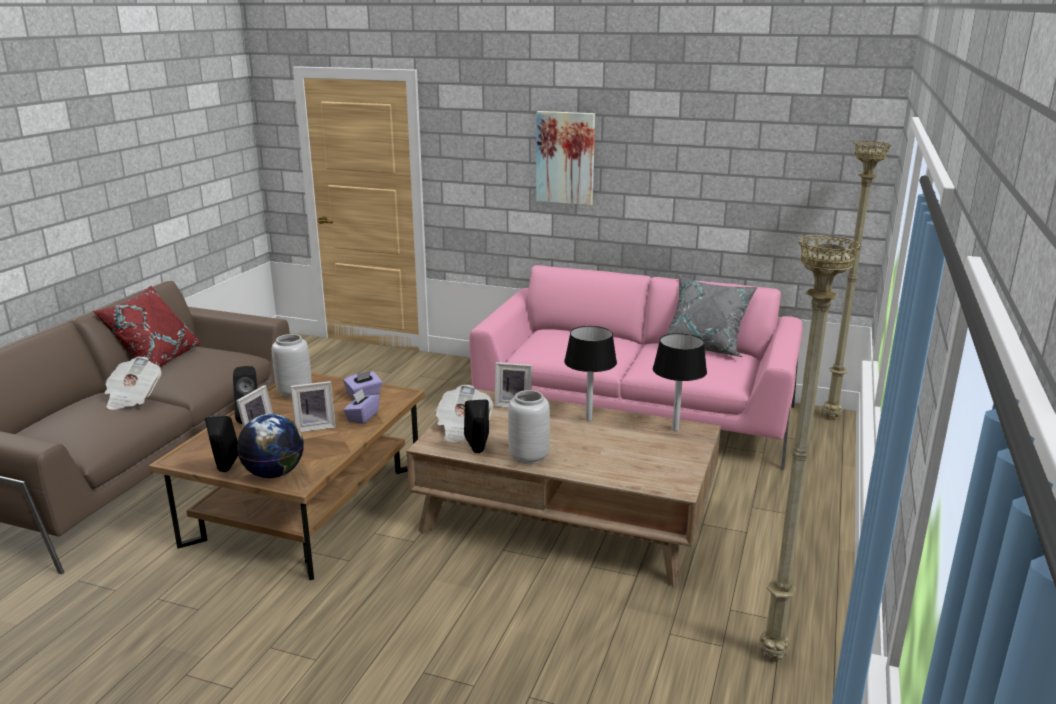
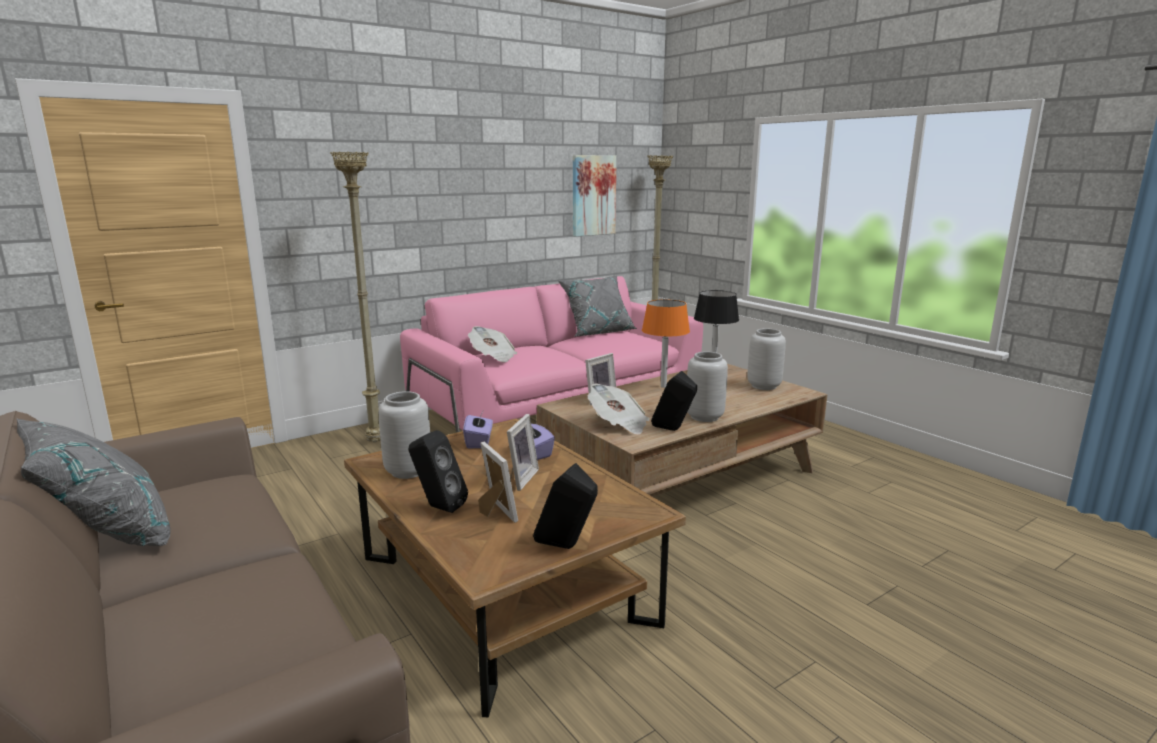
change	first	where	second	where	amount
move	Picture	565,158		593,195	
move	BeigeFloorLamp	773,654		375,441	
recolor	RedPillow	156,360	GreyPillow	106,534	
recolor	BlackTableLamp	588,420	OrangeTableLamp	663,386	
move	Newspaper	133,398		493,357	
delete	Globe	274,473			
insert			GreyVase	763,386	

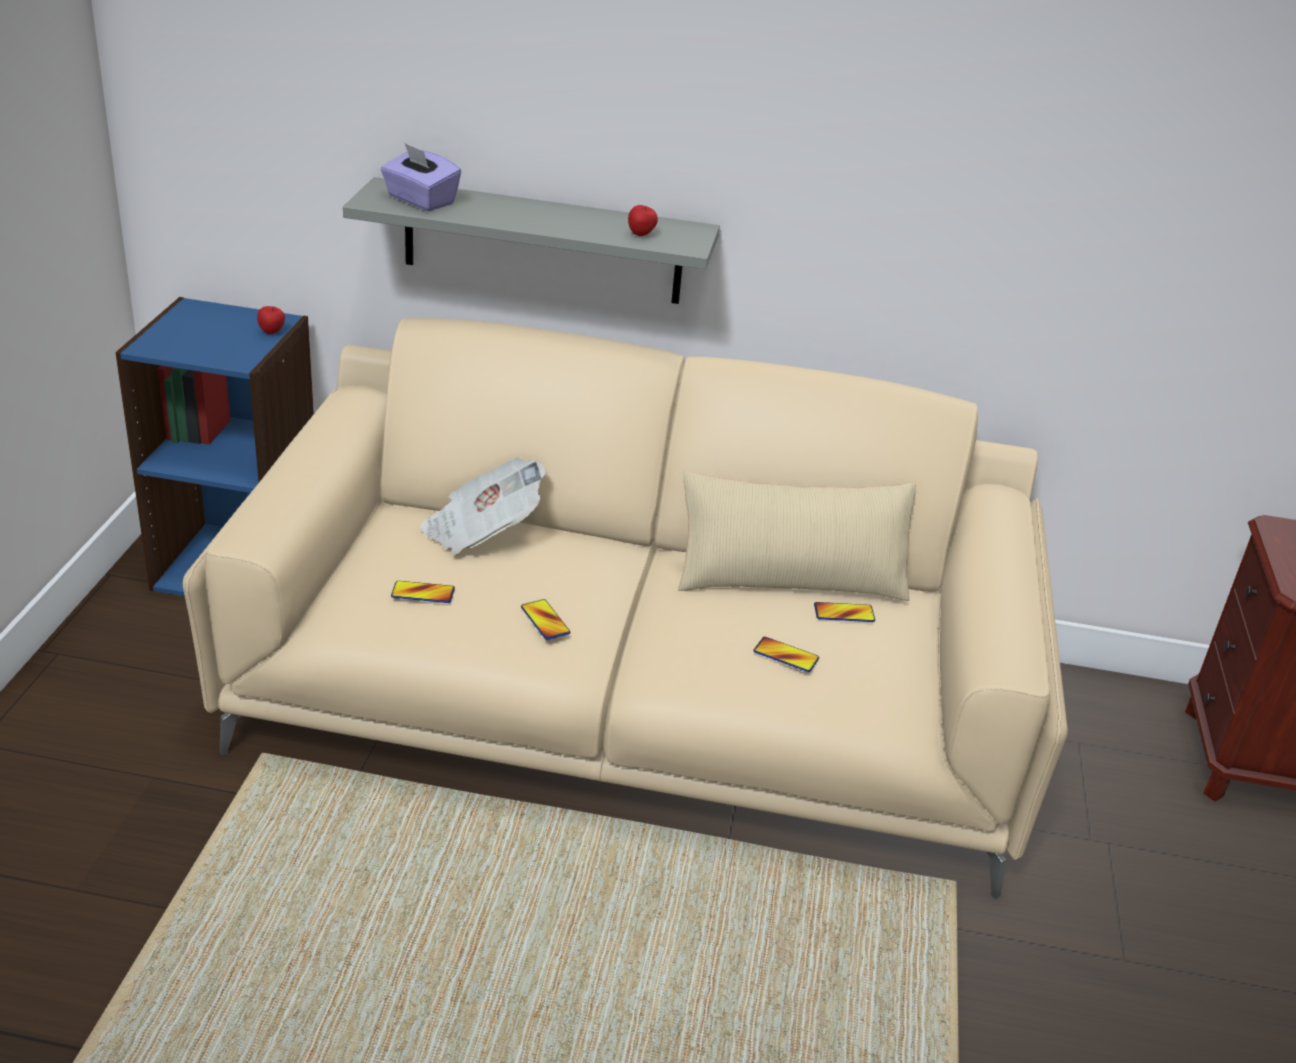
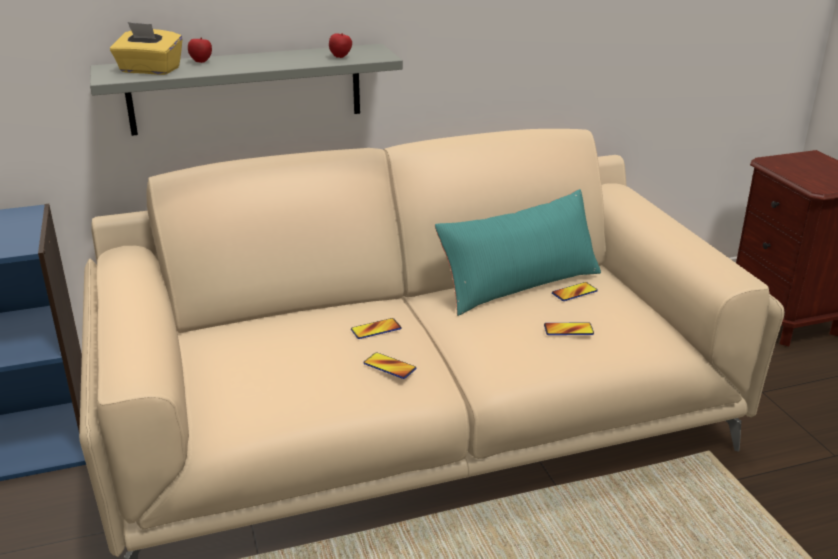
change	first	where	second	where	amount
recolor	PurpleTissueBox	420,201	YellowTissueBox	149,70	
move	Apple	272,332		201,62	
delete	Newspaper	481,531			
recolor	BeigePillow	790,580	TurquoisePillow	519,285	
move	Phone	423,593		376,329	

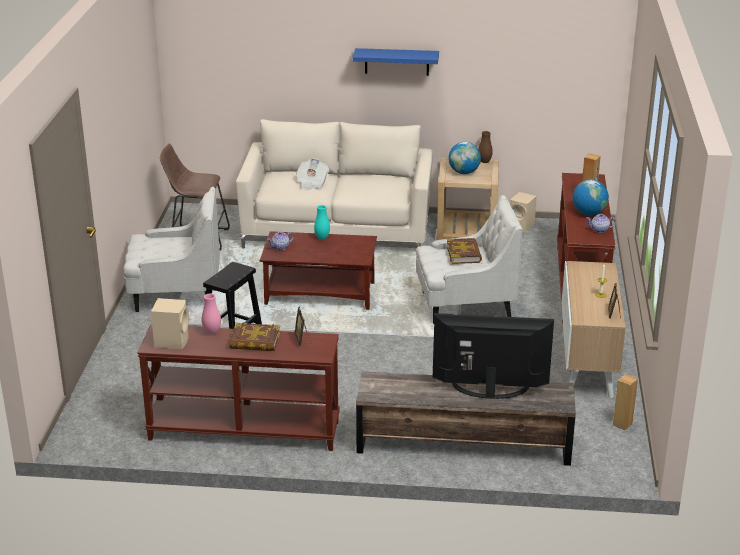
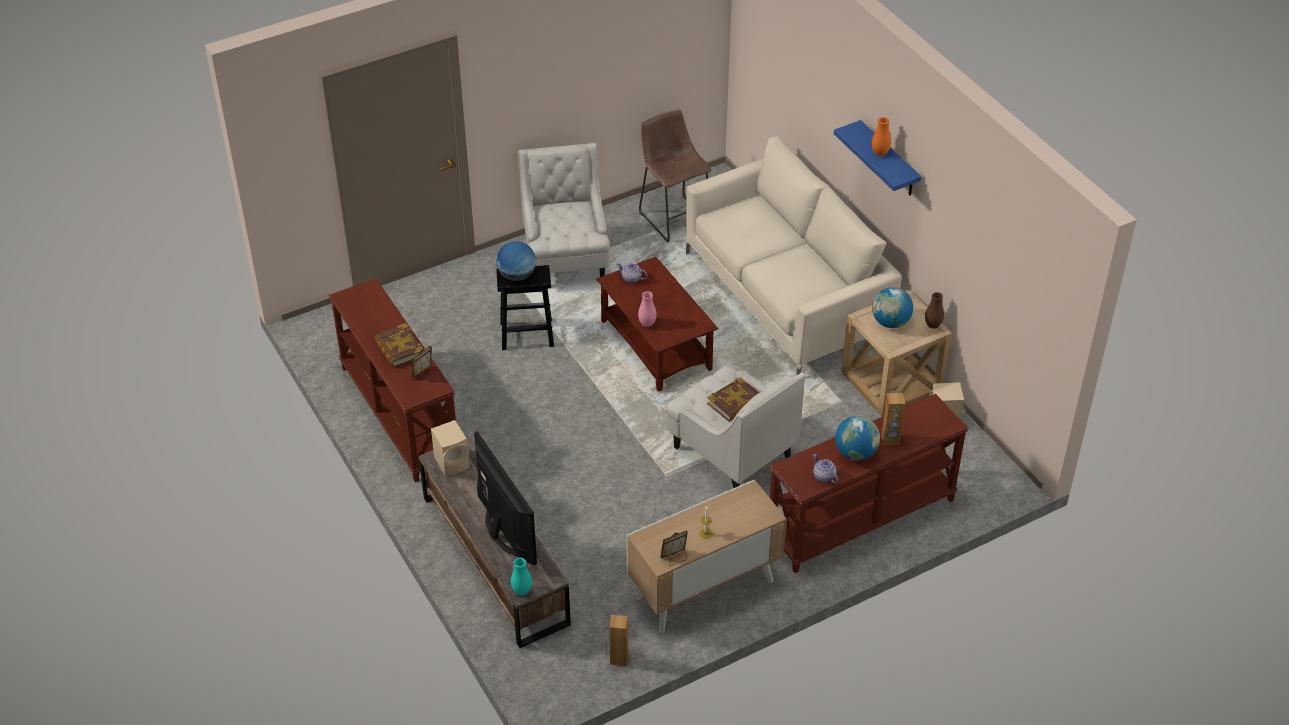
change	first	where	second	where	amount
delete	Newspaper	312,183			
rotate	WhiteArmchair	175,294		566,259	150 degrees counterclockwise
move	TurquoiseVase	322,238		522,591	
move	PinkVase	212,332		647,324	
move	BeigeSpeaker	172,341		453,463	
insert			OrangeVase	880,153	
insert			Globe	517,276	

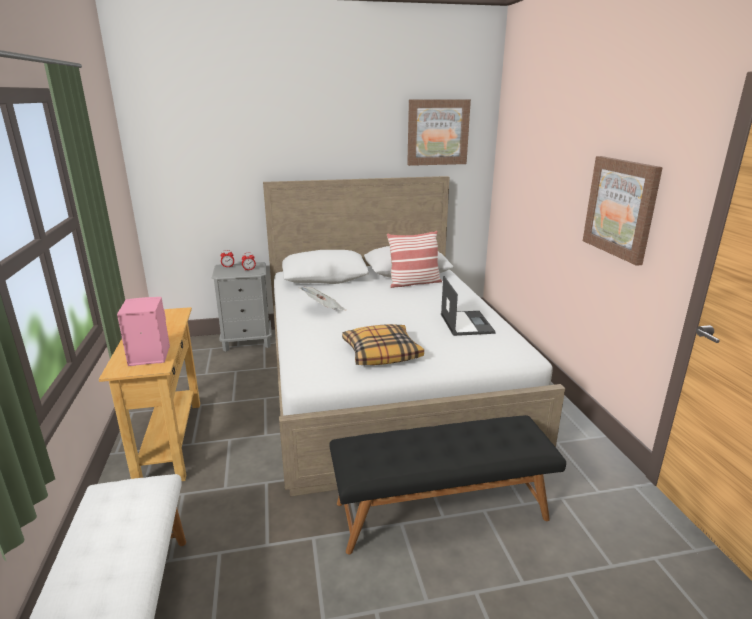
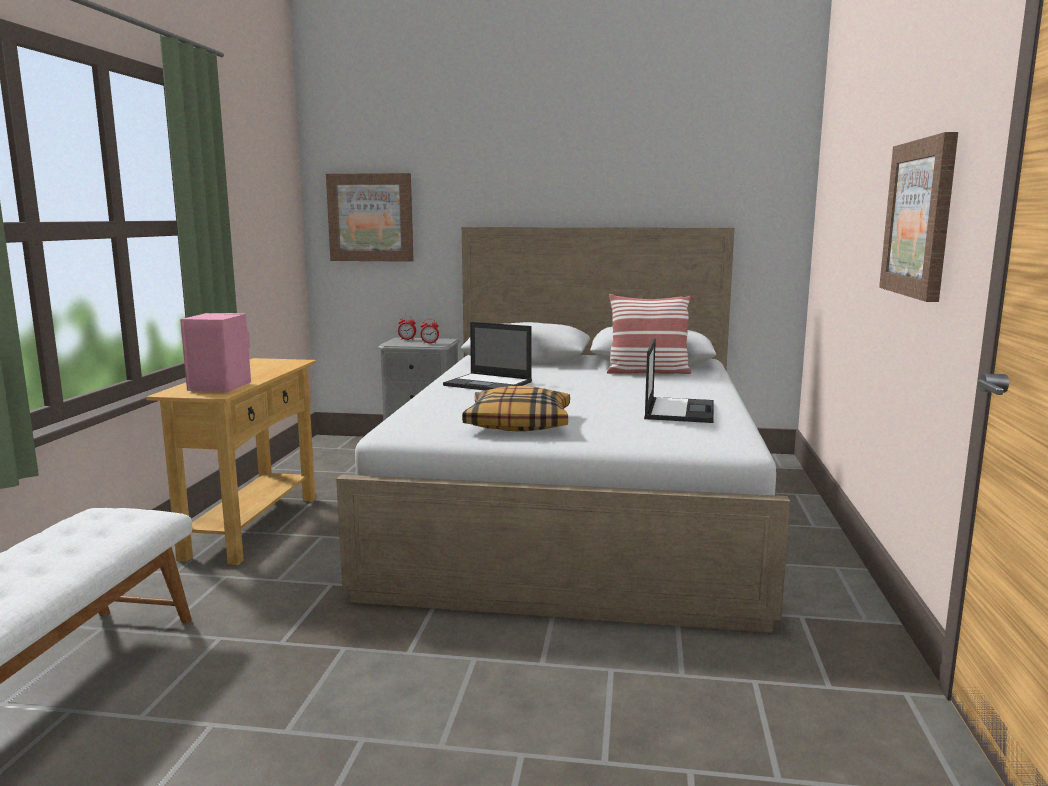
change	first	where	second	where	amount
move	Picture	437,132		371,217	
replace	Newspaper	323,310	Laptop	489,384	
delete	BlackBench	440,510			

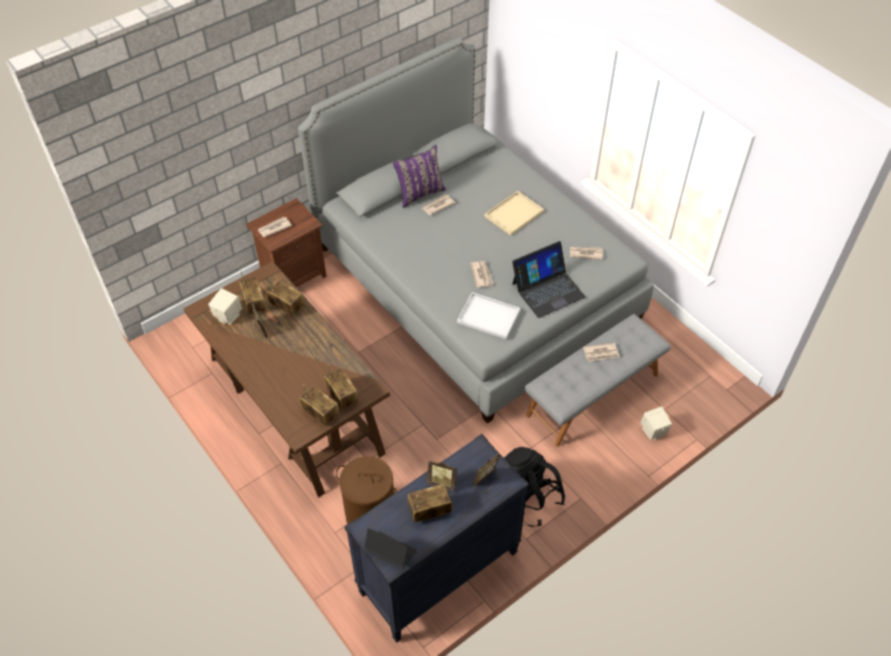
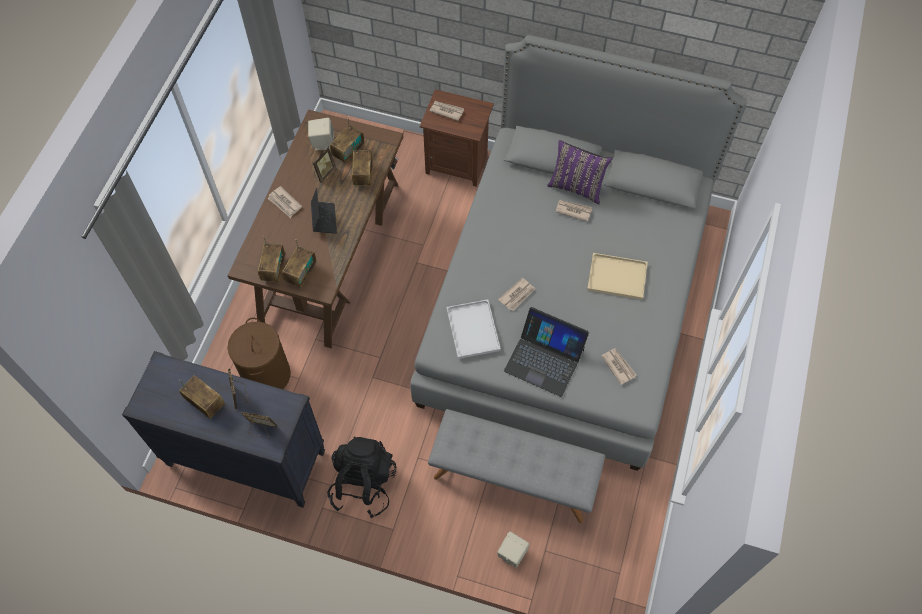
change	first	where	second	where	amount
move	Newspaper	601,353		285,203	
move	Laptop	390,552		324,219	

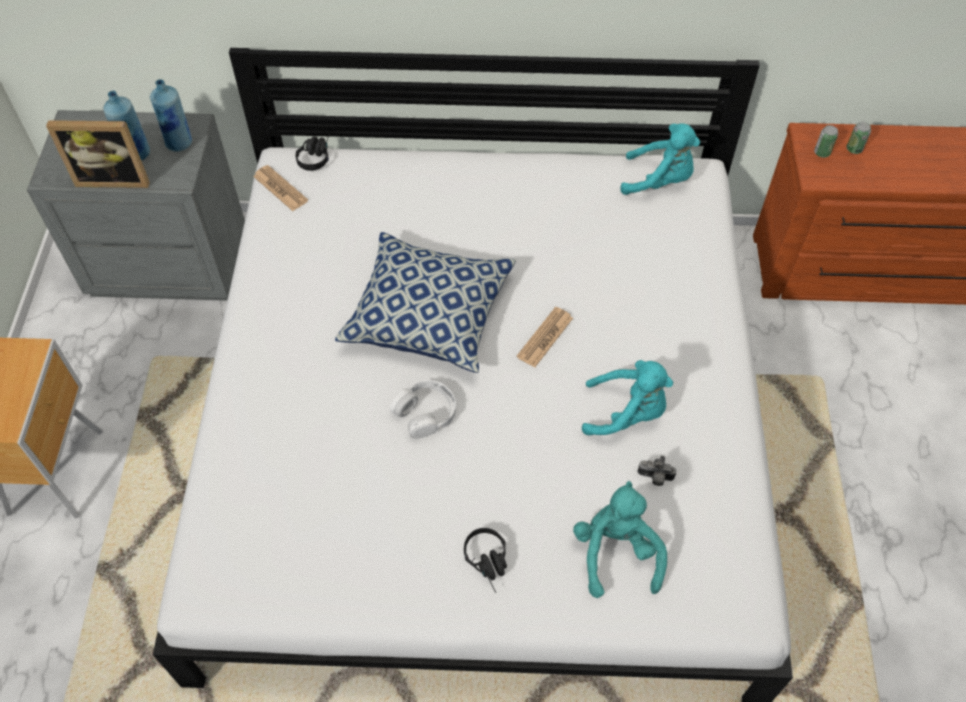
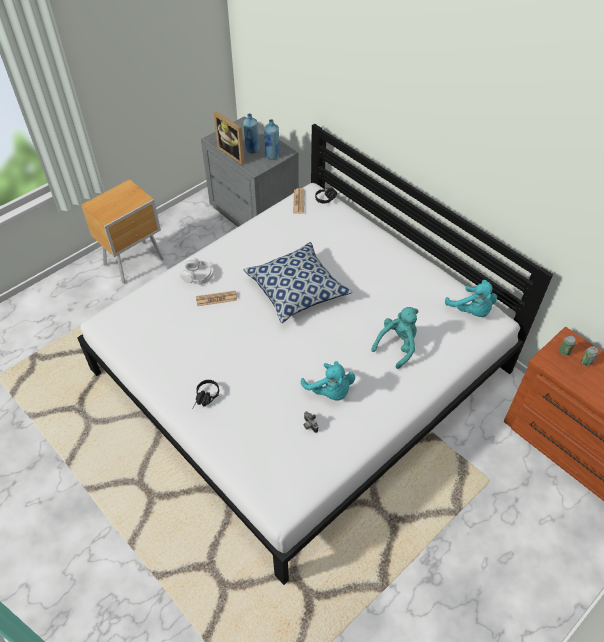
change	first	where	second	where	amount
move	Newspaper	545,337		216,299	
move	WhiteHeadphones	425,413		198,275	
move	TurquoisePlushToy	616,553		397,346	

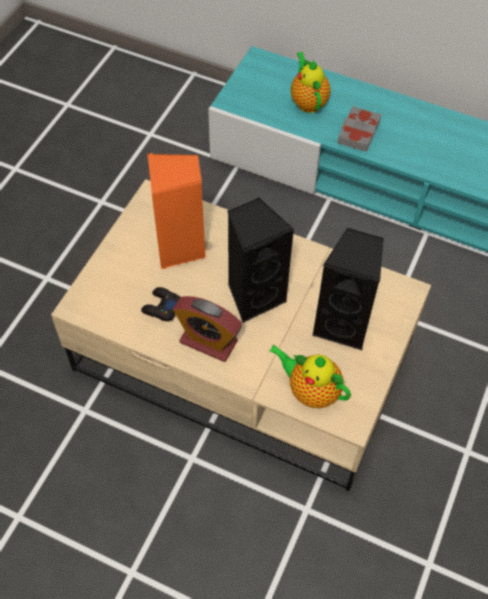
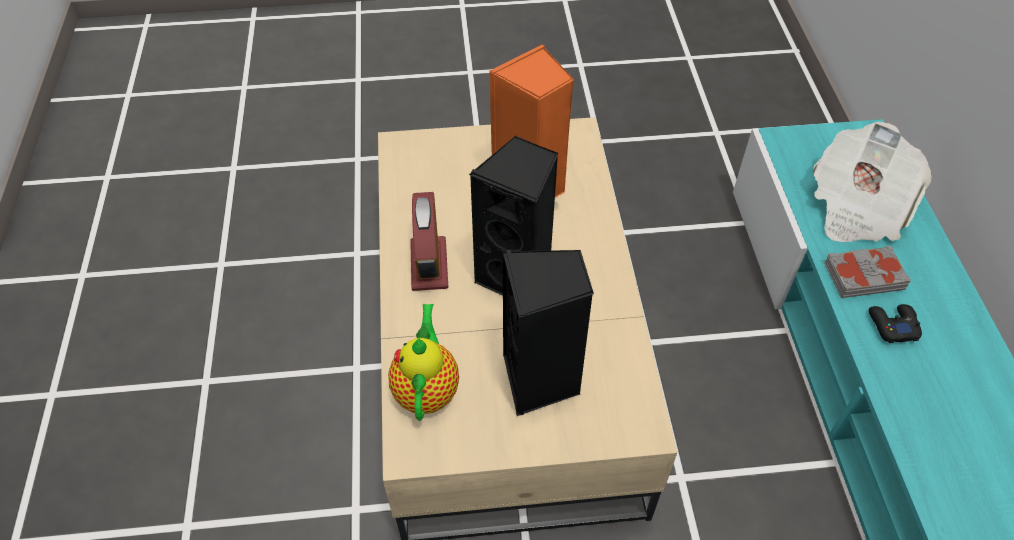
change	first	where	second	where	amount
replace	Teapot	308,102	Newspaper	857,206	
move	BlackGameController	162,307		892,325	

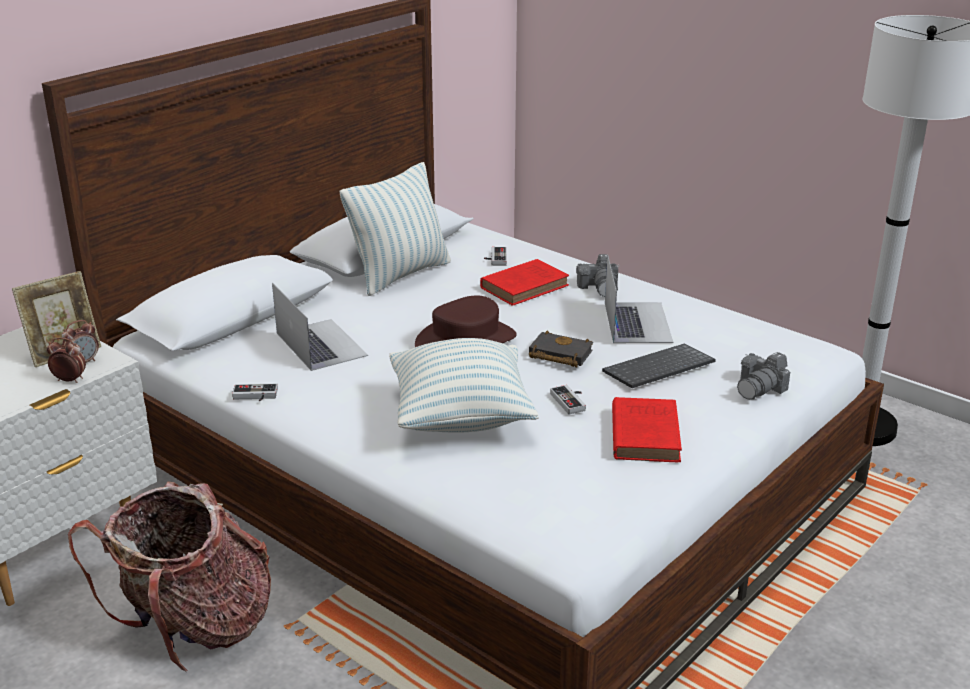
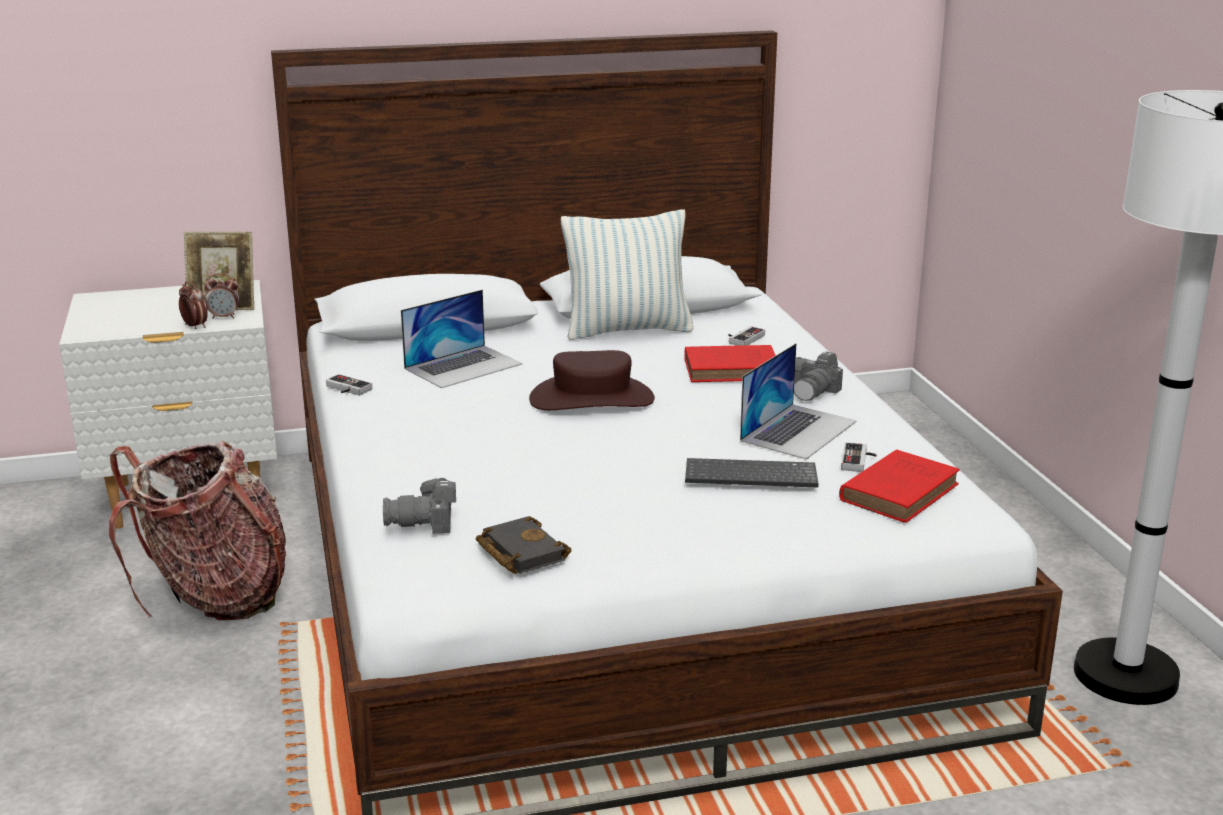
change	first	where	second	where	amount
rotate	Laptop	321,344		463,366	45 degrees clockwise
move	BlackBook	558,355		519,552	
delete	Pillow	461,418			
move	PhotoCamera	760,388		426,522	
move	GameController	571,401		859,461	
move	RedBook	645,434		901,491	

